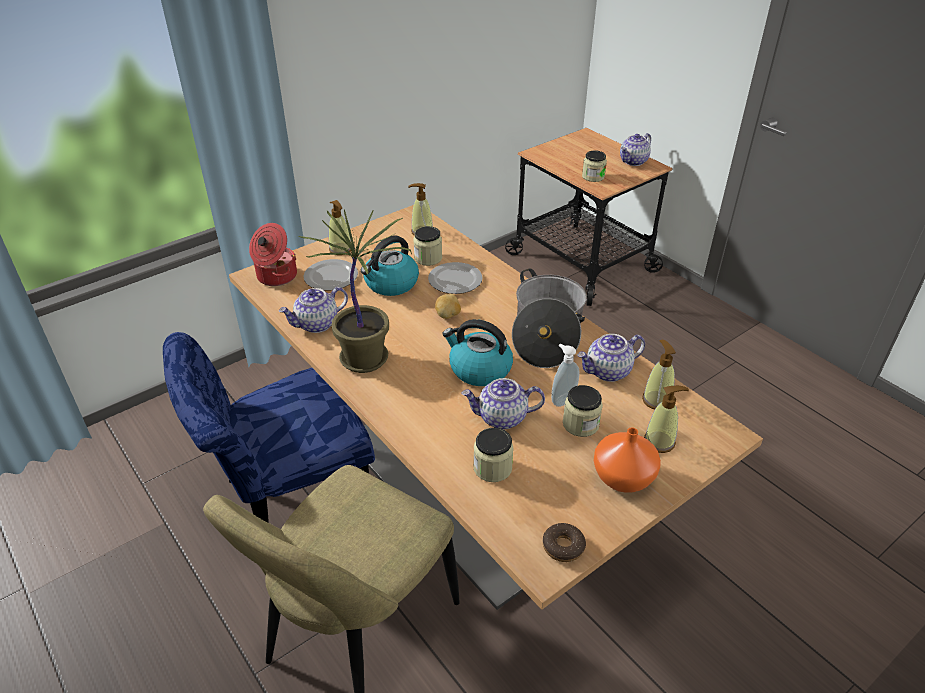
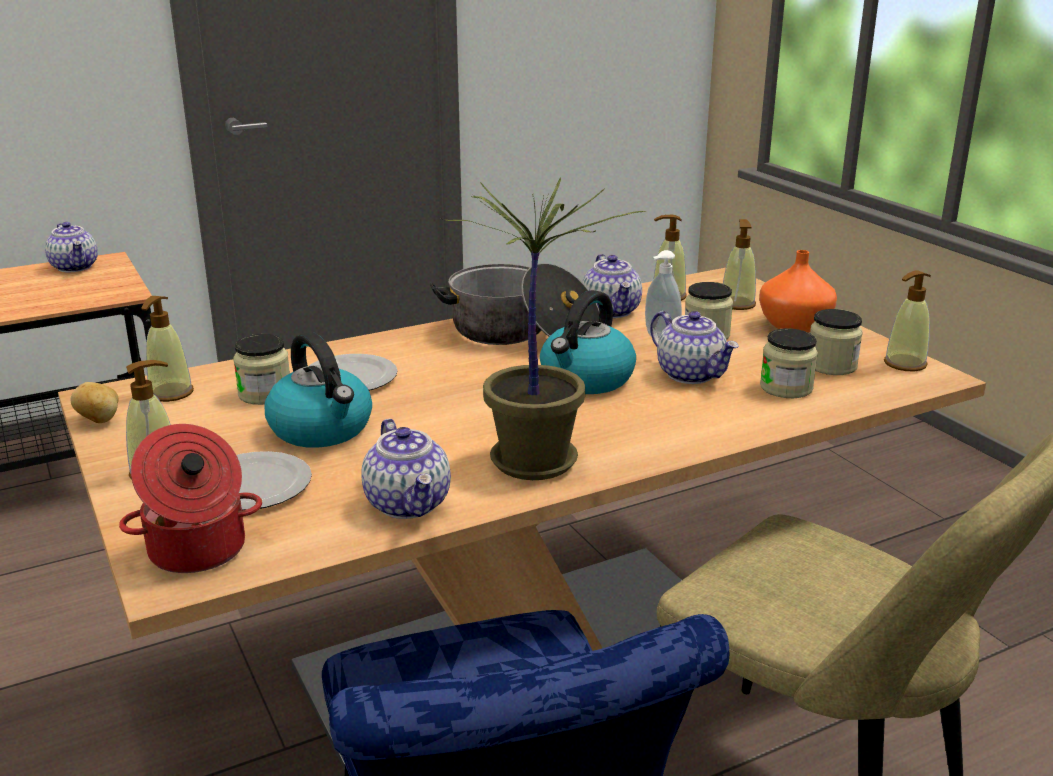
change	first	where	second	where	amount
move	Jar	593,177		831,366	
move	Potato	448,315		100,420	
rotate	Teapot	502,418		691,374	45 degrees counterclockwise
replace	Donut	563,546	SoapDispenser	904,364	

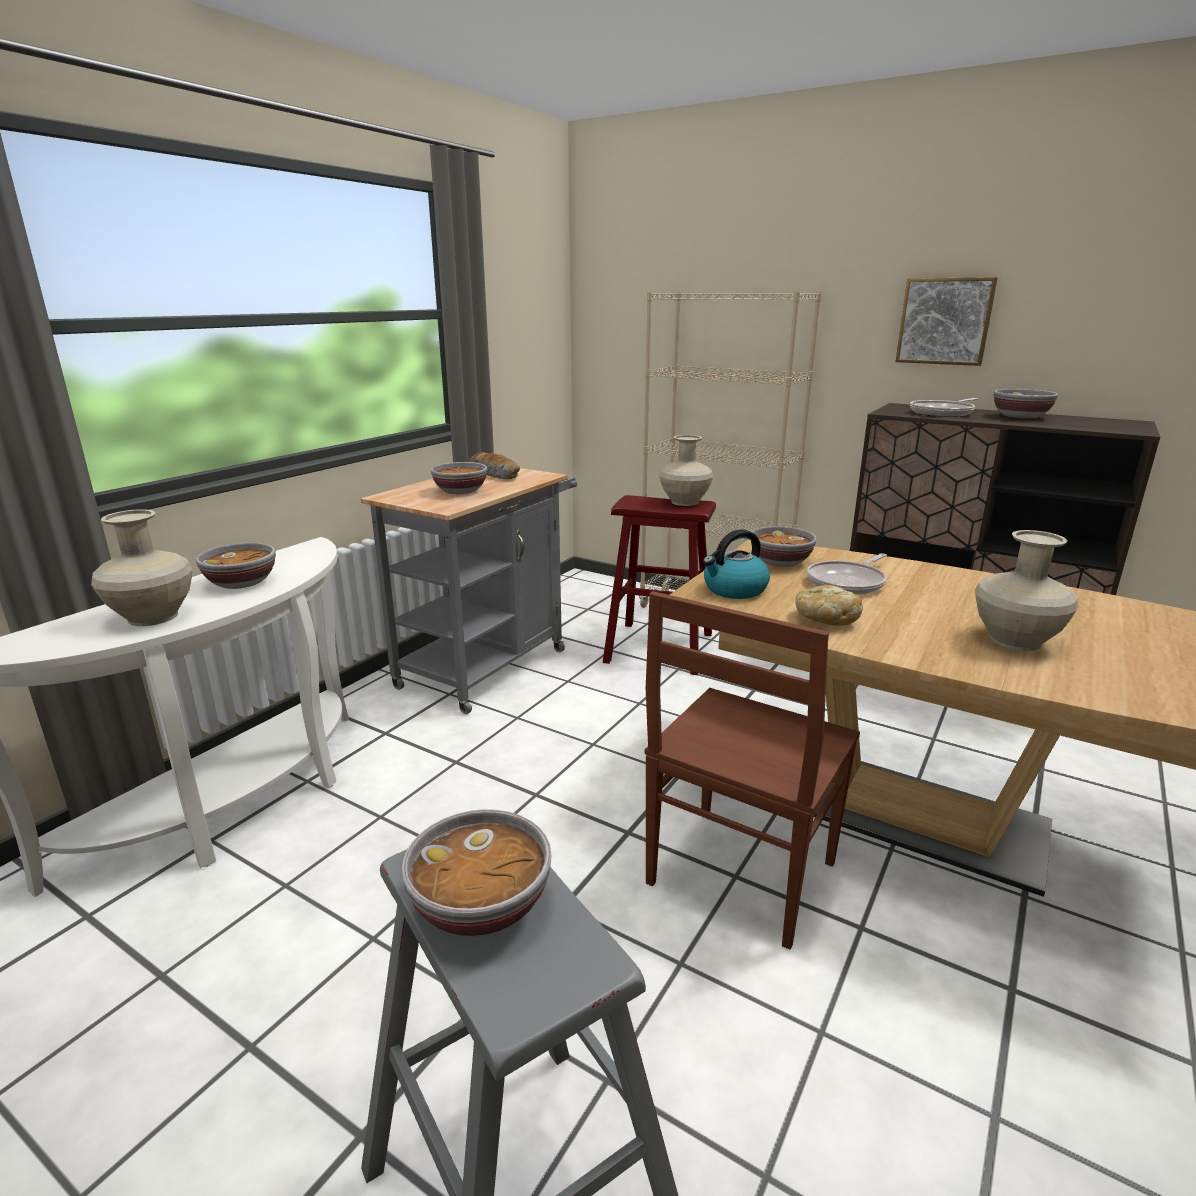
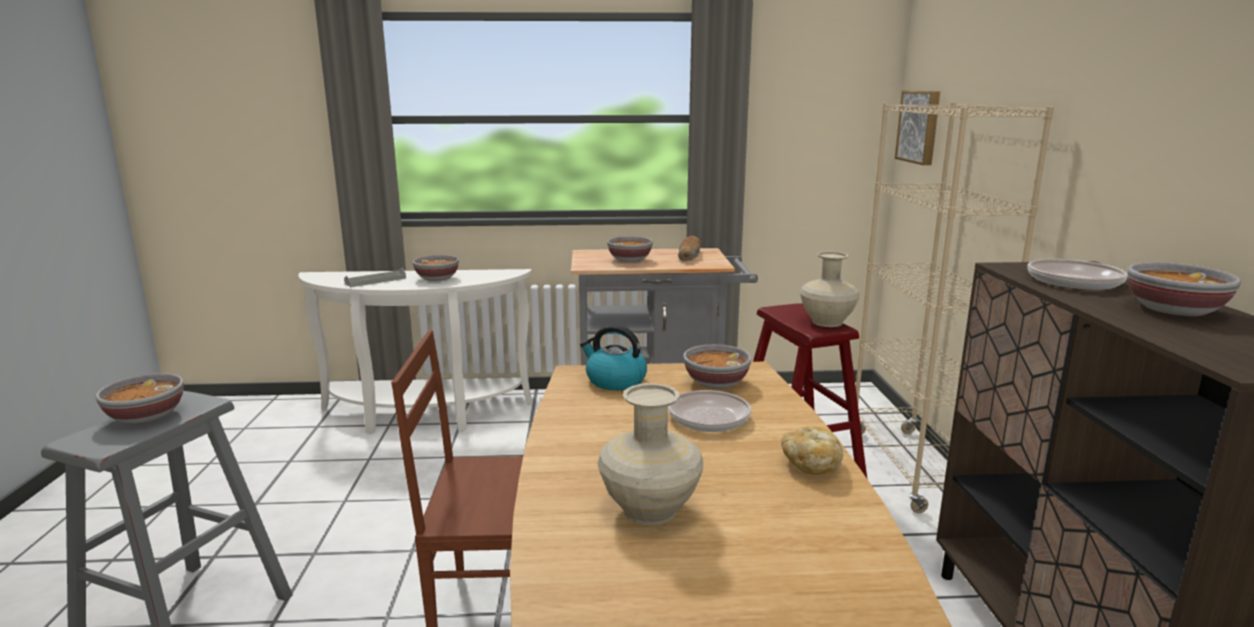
change	first	where	second	where	amount
move	Picture	945,321		920,126	
replace	BeigeVase	153,616	GreyTray	375,281	
rotate	FryingPan	848,582		704,416	150 degrees counterclockwise
move	Bread	824,620		811,464	

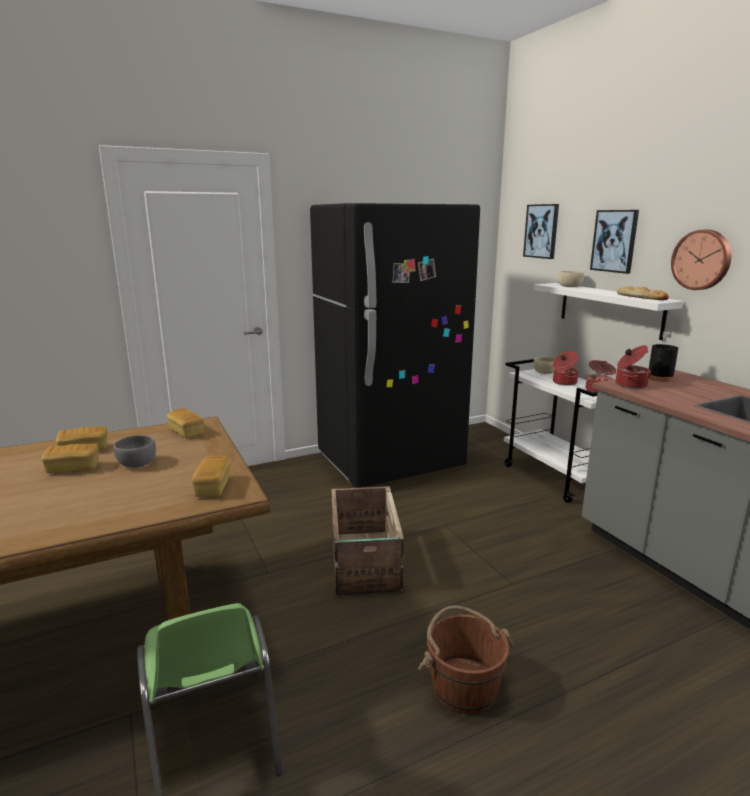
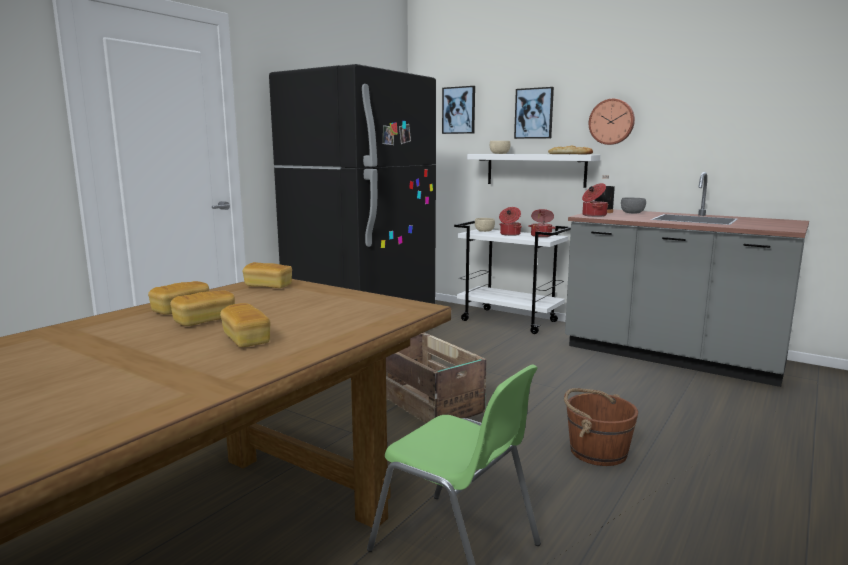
change	first	where	second	where	amount
move	GreyBowl	137,464		632,213	
move	Bread	213,487		246,339	

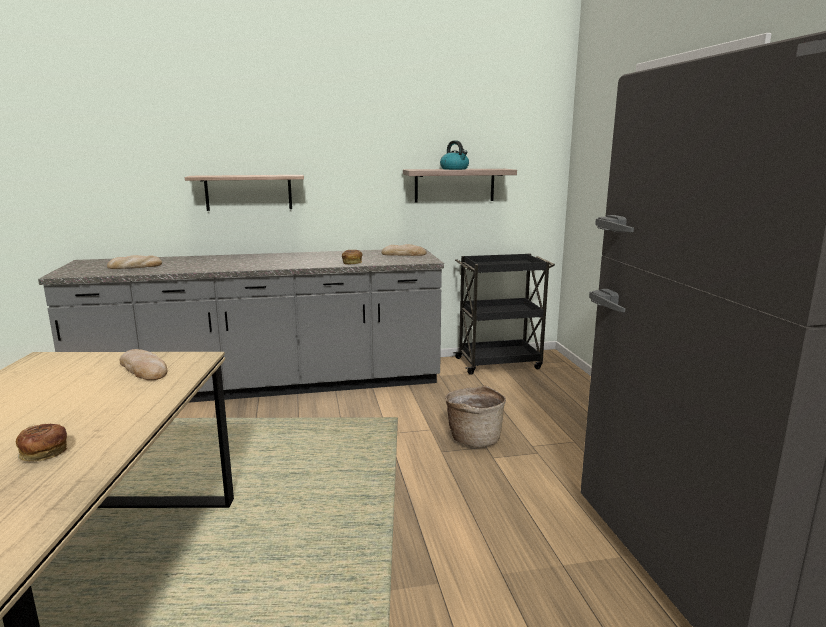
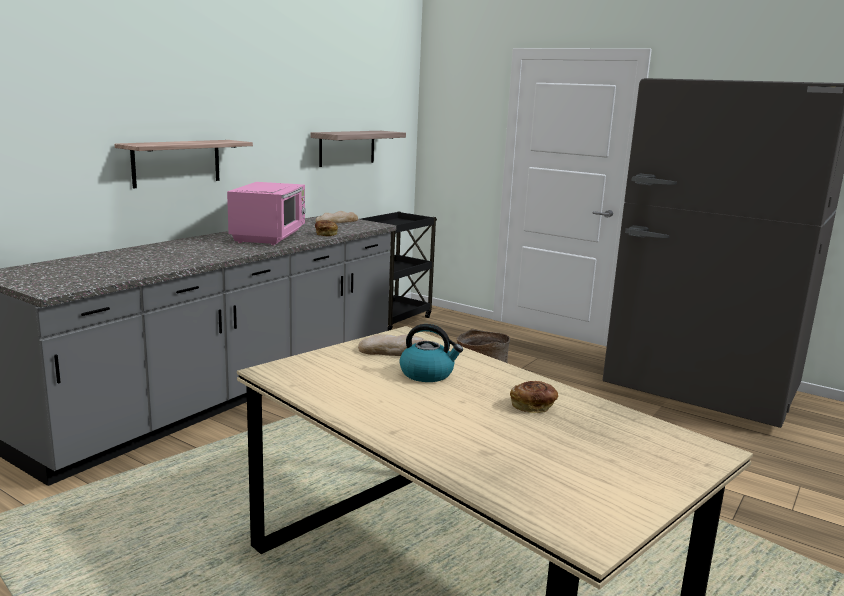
change	first	where	second	where	amount
move	Kettle	455,169		427,374	
delete	Bread	135,266			
insert			PinkMicrowave	270,237	

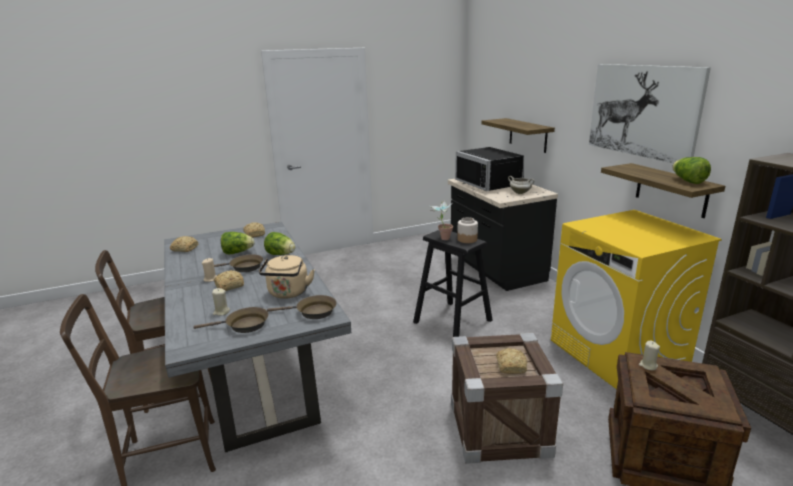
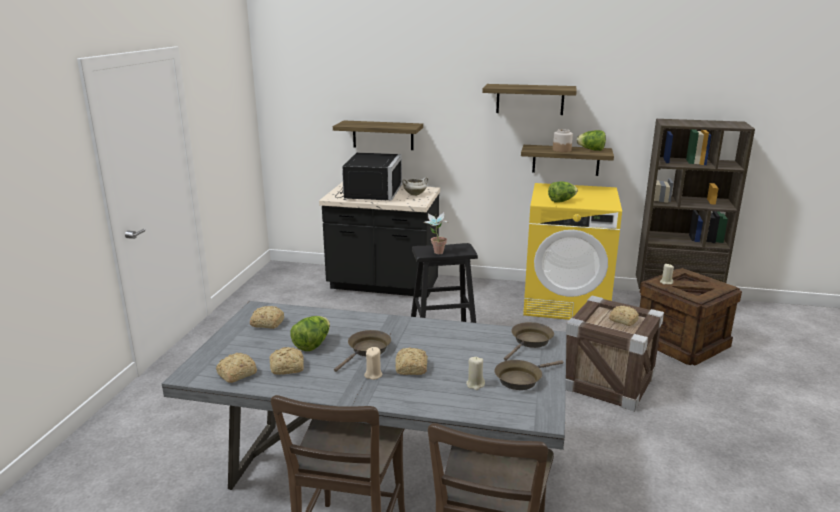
change	first	where	second	where	amount
replace	Picture	643,111	Shelf	530,99	
rotate	BlackMicrowave	491,183		369,193	90 degrees counterclockwise
move	Jar	467,239		561,150	
move	Lettuce	281,254		561,201	
delete	BeigeKettle	288,293			
rotate	BrownFryingPan	243,325		521,379	150 degrees counterclockwise
insert			Bread	288,368	

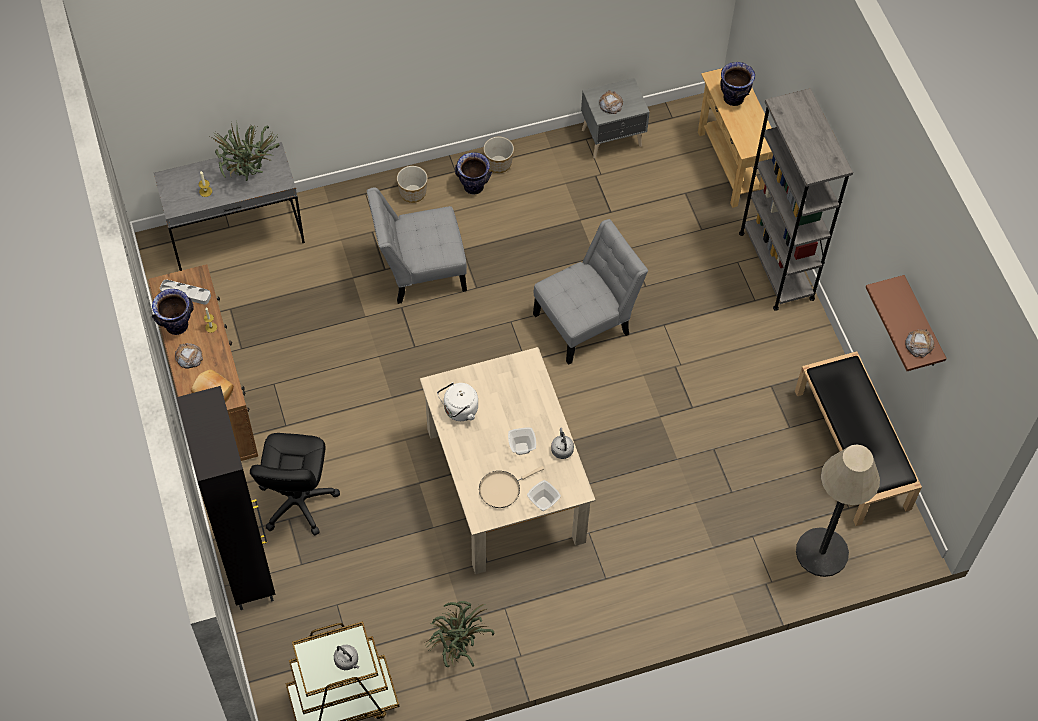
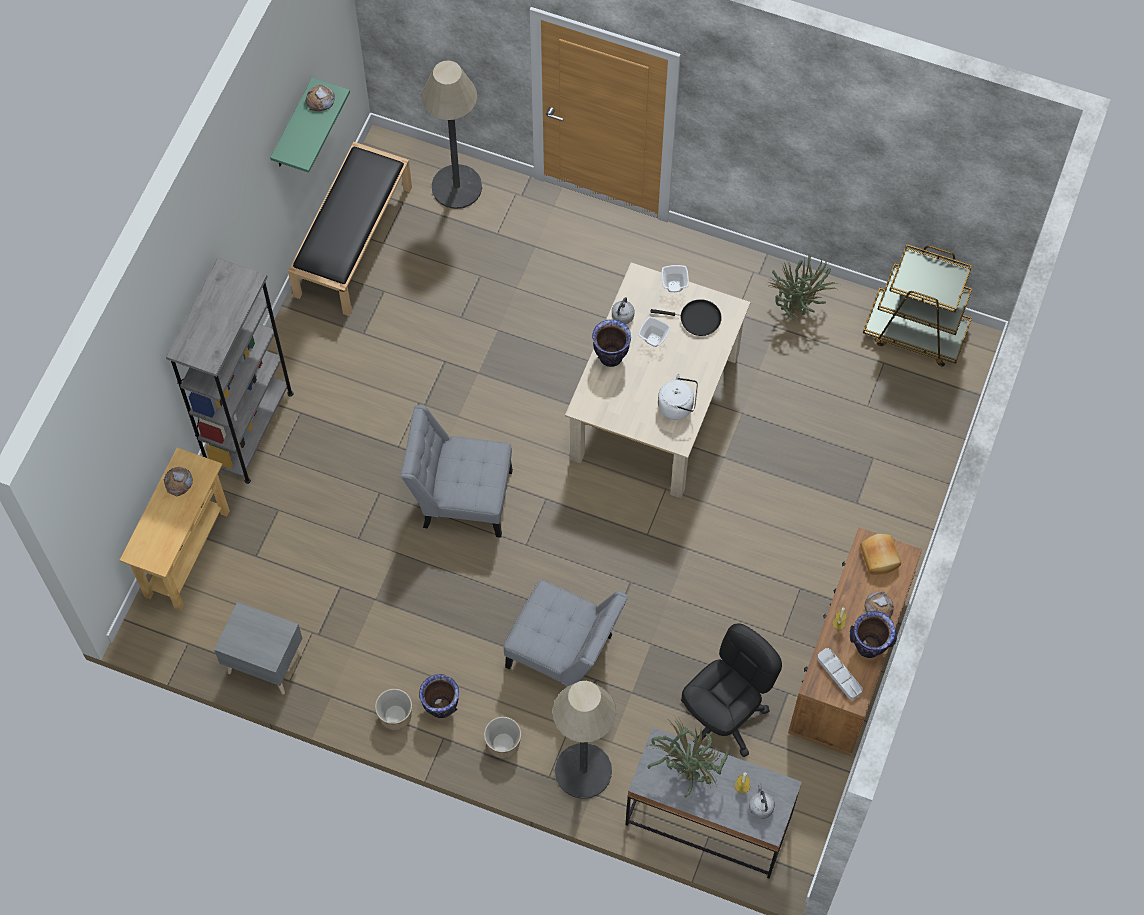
change	first	where	second	where	amount
move	Vase	733,98		611,357	
move	Bread	610,104		178,482	
recolor	BrownShelf	921,325	GreenShelf	293,126	
delete	BlackCabinet	248,568			
move	BlackOfficeChair	297,502		723,717	
recolor	BeigeFryingPan	502,489	BlackFryingPan	697,319	
move	GreyKettle	347,661		760,806	
insert			FloorLamp	583,771	

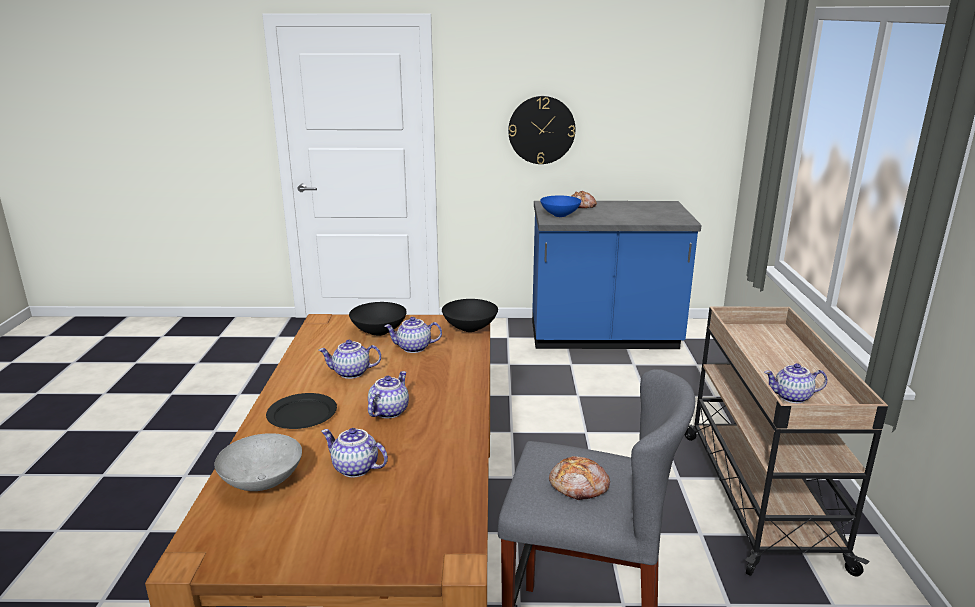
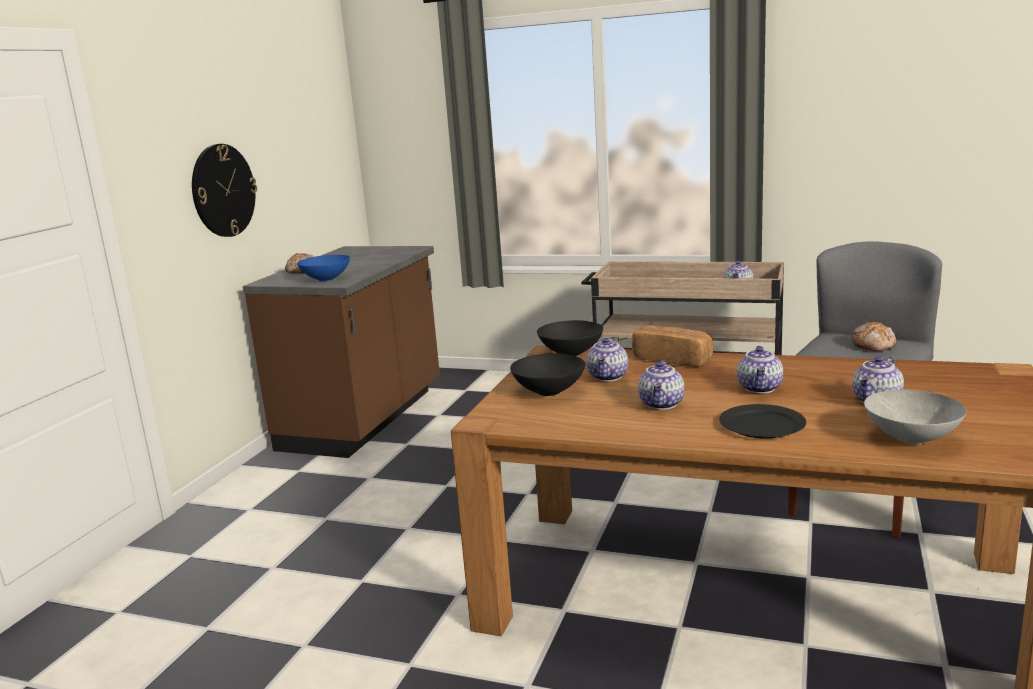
change	first	where	second	where	amount
recolor	BlueCounter	604,338	BrownCounter	365,419	
rotate	Teapot	388,411		760,388	120 degrees counterclockwise
insert			Bread	673,360	

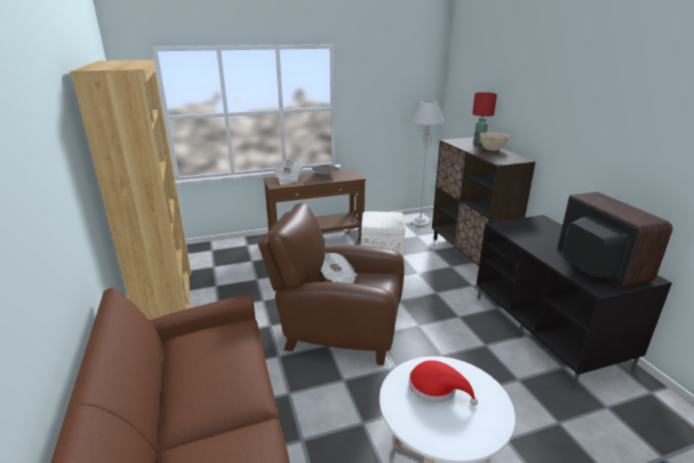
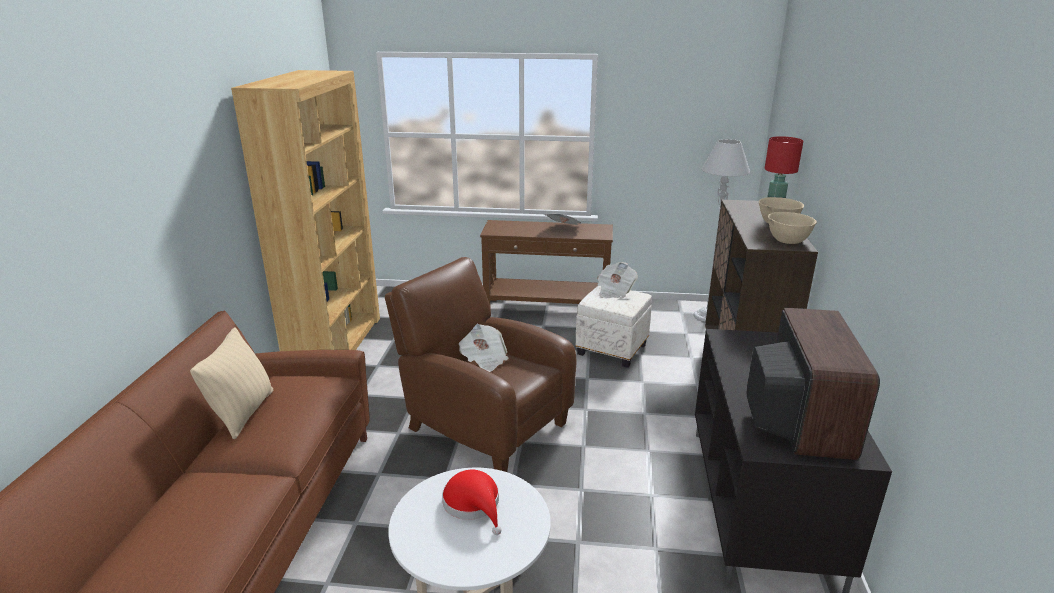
change	first	where	second	where	amount
move	Newspaper	288,179		614,291	
insert			BeigeBowl	787,241	
insert			BeigePillow	243,413	

